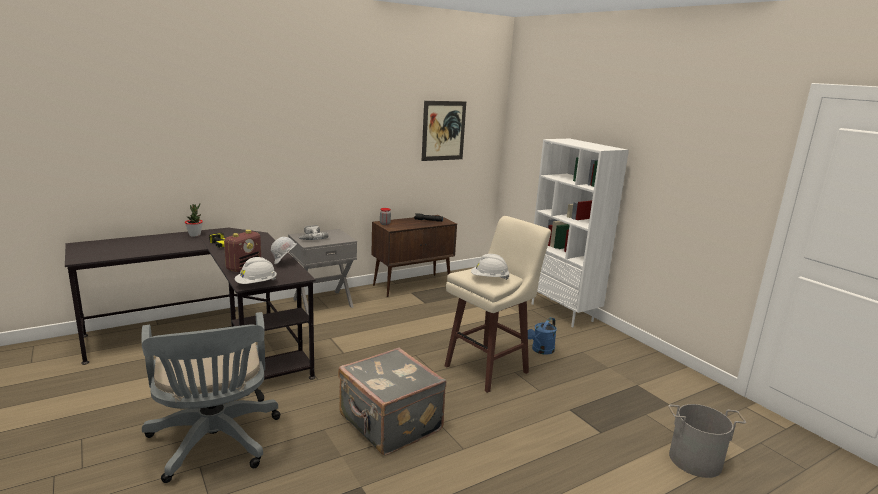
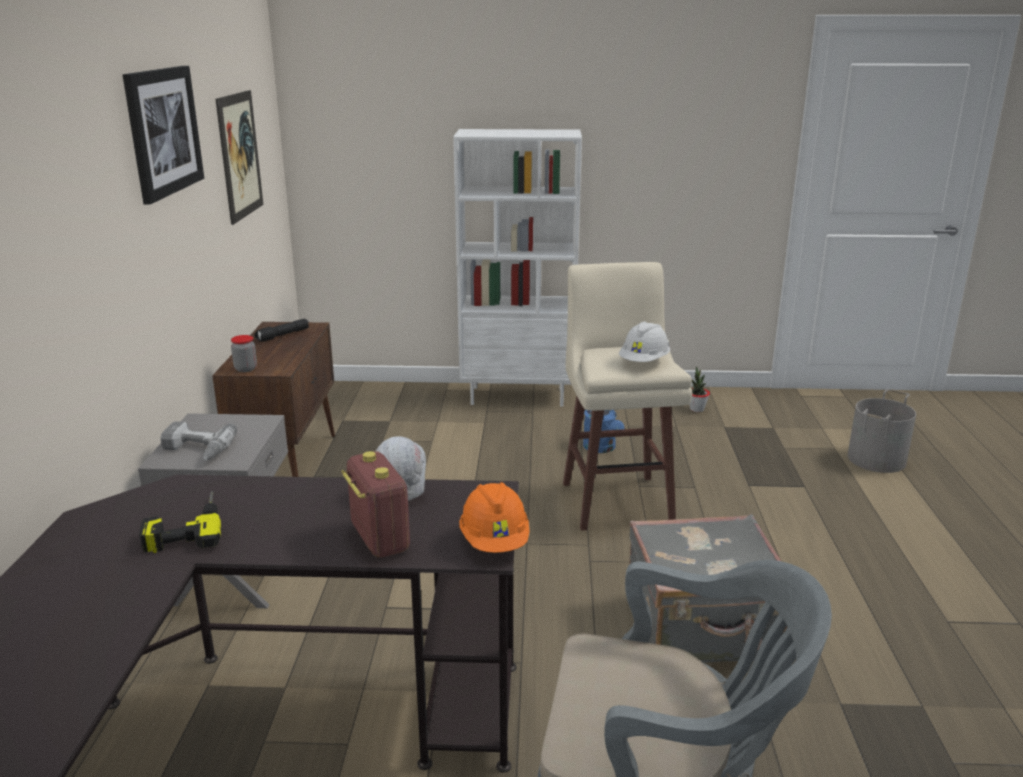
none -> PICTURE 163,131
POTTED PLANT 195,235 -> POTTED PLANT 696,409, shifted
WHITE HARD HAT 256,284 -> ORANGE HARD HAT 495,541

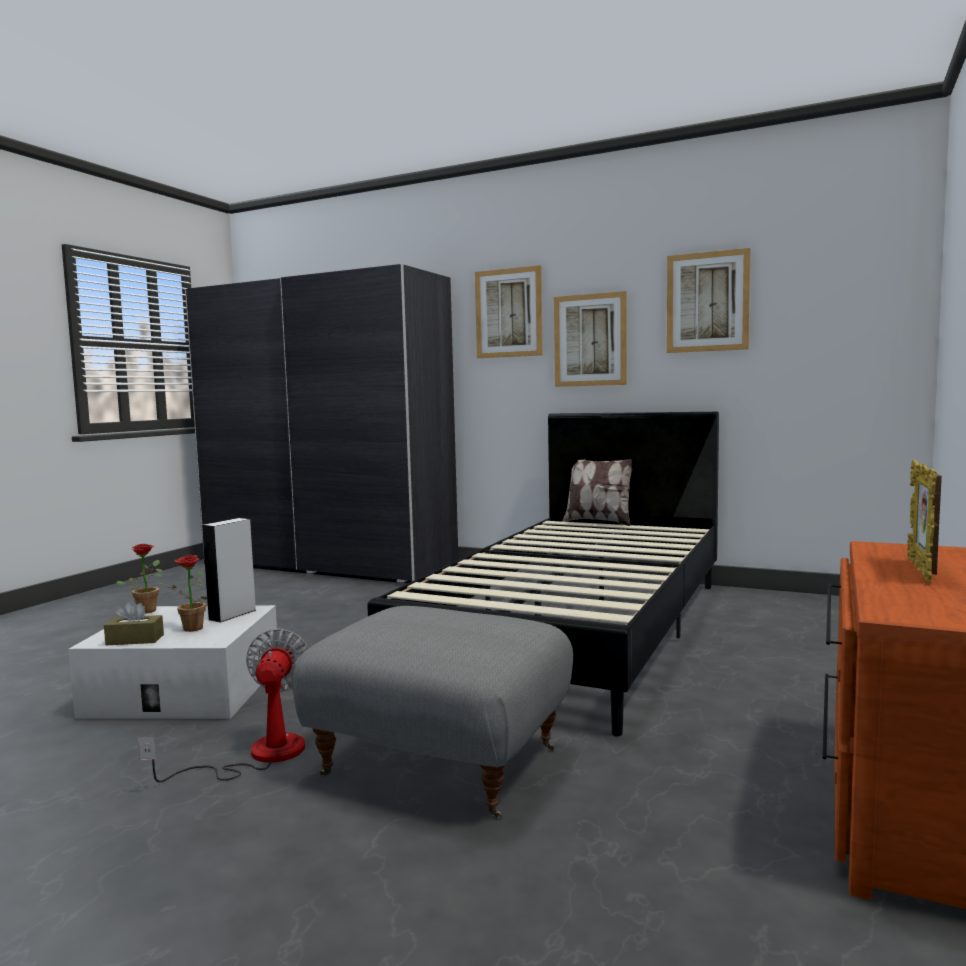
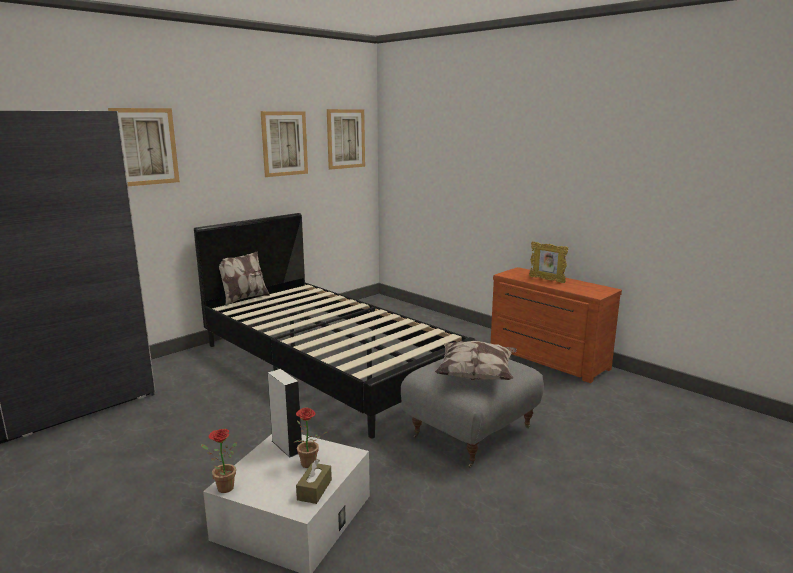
FAN 258,756 -> none
none -> PILLOW 476,376
PICTURE 590,340 -> PICTURE 346,139, shifted

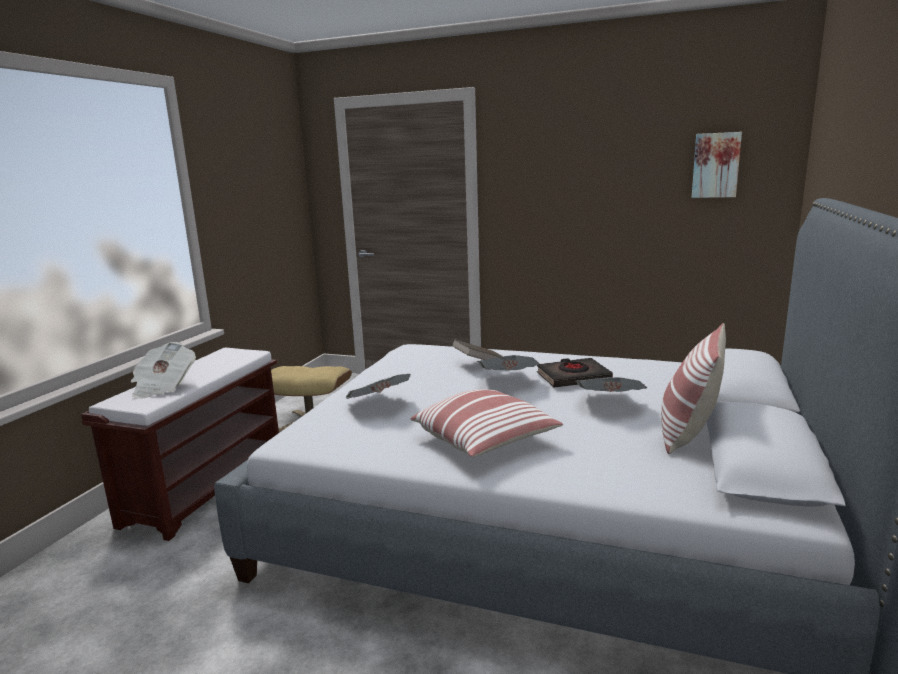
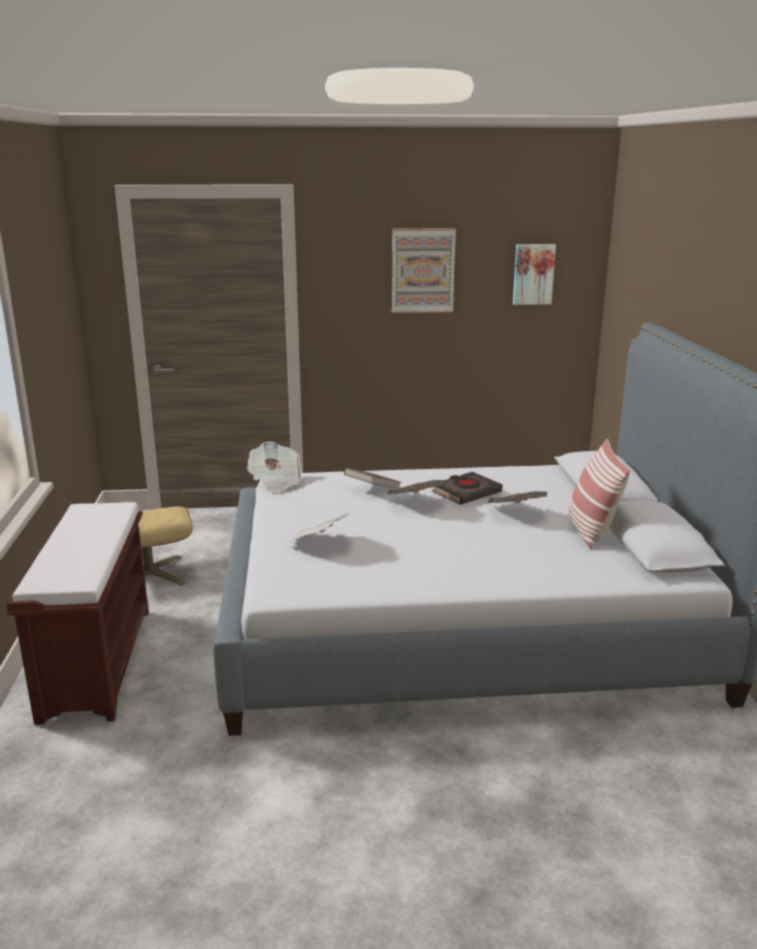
PILLOW 486,441 -> none
none -> PICTURE 423,270
NEWSPAPER 163,387 -> NEWSPAPER 275,481, shifted

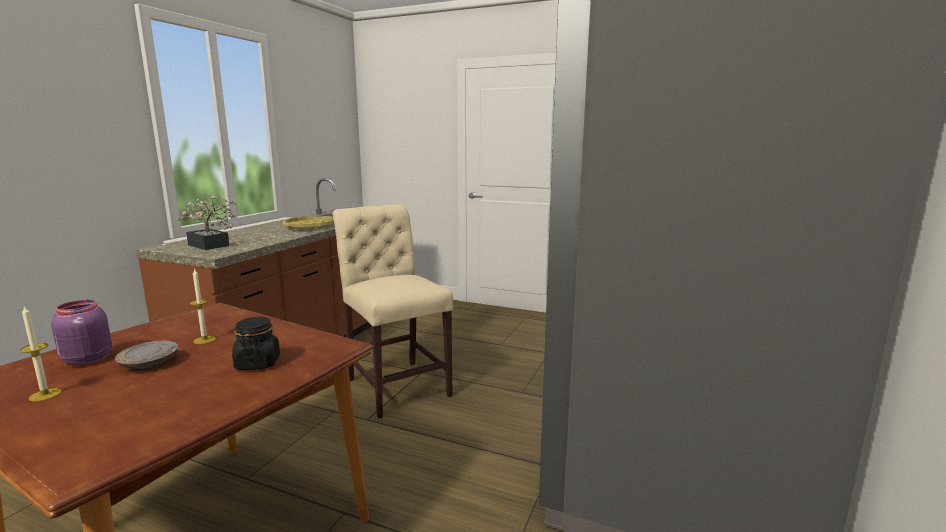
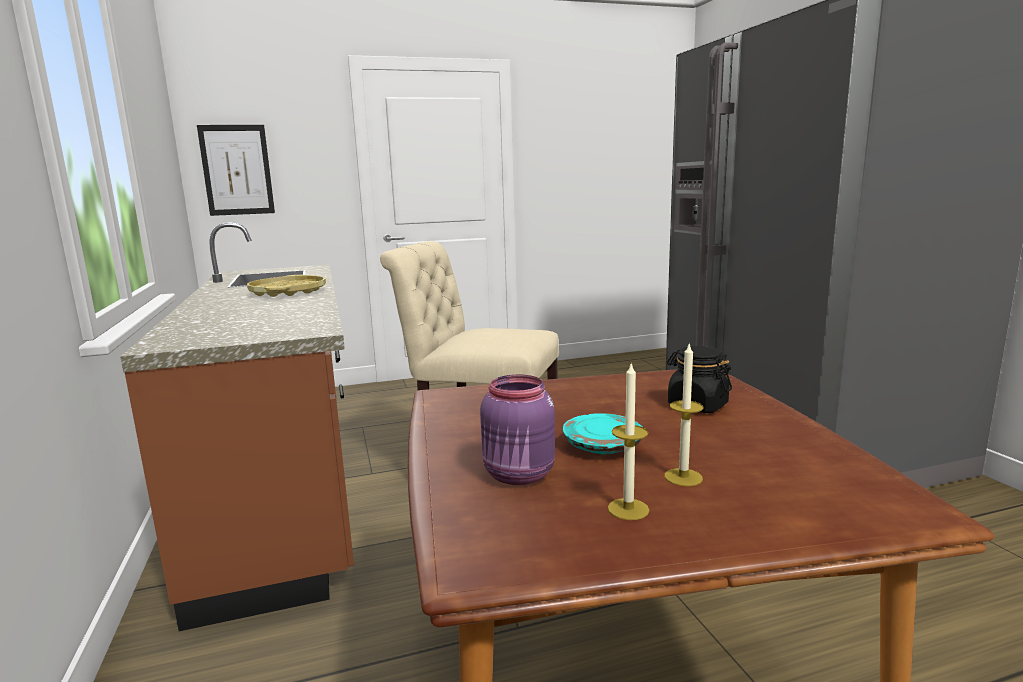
POTTED PLANT 210,246 -> none
none -> PICTURE 237,170
CANDLE 204,340 -> CANDLE 683,477, shifted
GREY PLATE 149,363 -> TURQUOISE PLATE 603,446

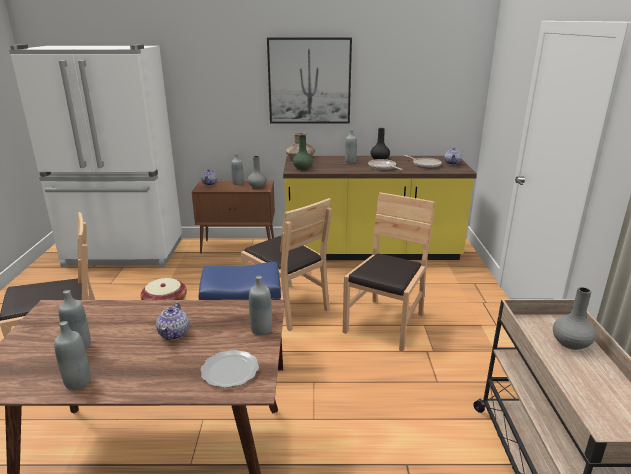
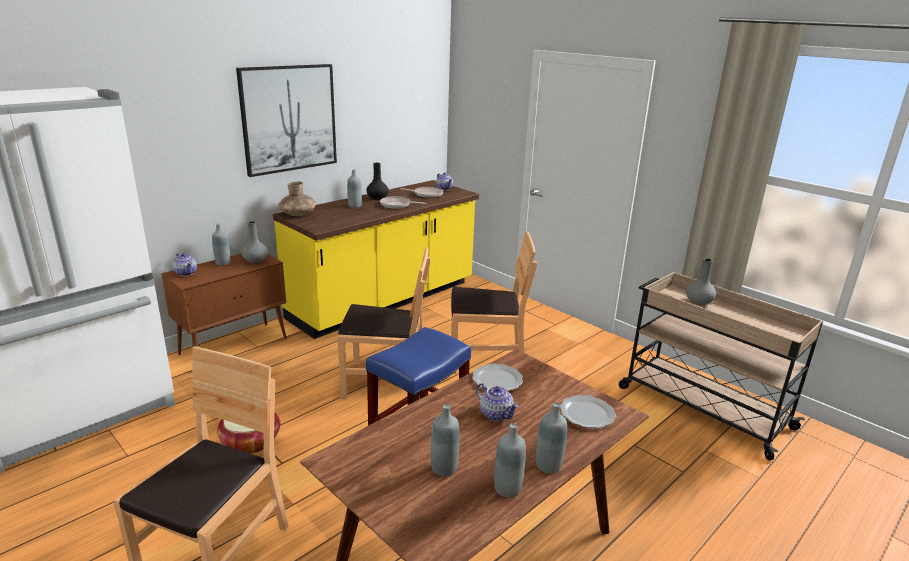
GREEN VASE 302,168 -> none
none -> PLATE 496,379
GREY BOTTLE 261,330 -> GREY BOTTLE 548,465, shifted
BROWN CHAIR 385,323 -> BROWN CHAIR 486,358, 105 degrees clockwise

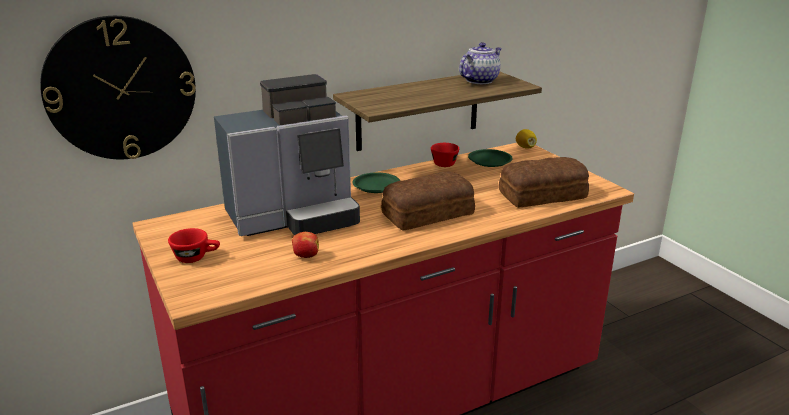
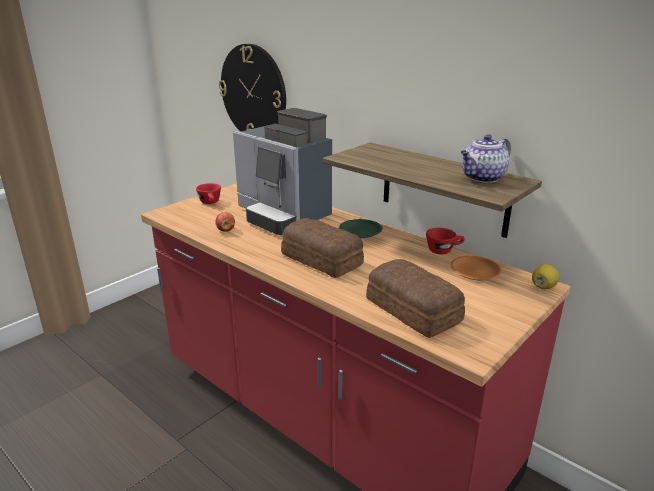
GREEN PLATE 490,161 -> ORANGE PLATE 475,271
TEAPOT 479,80 -> TEAPOT 482,178, 120 degrees clockwise

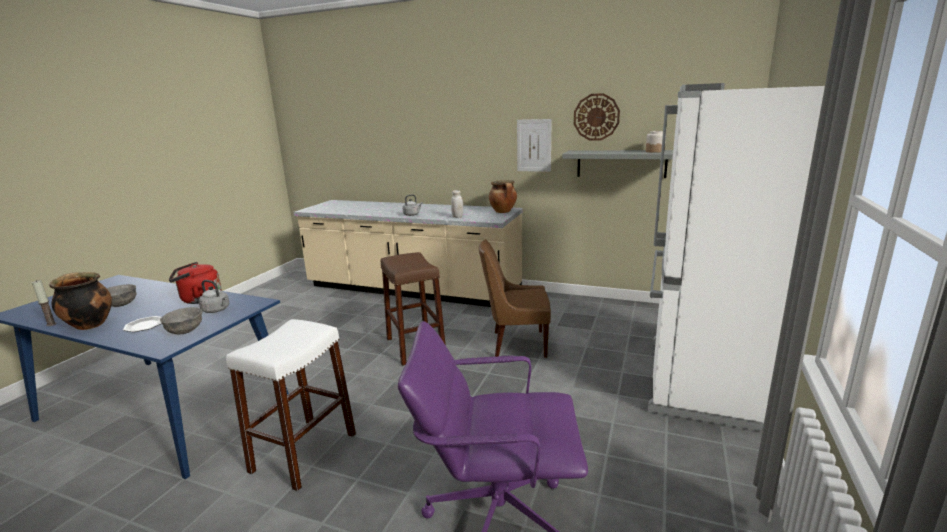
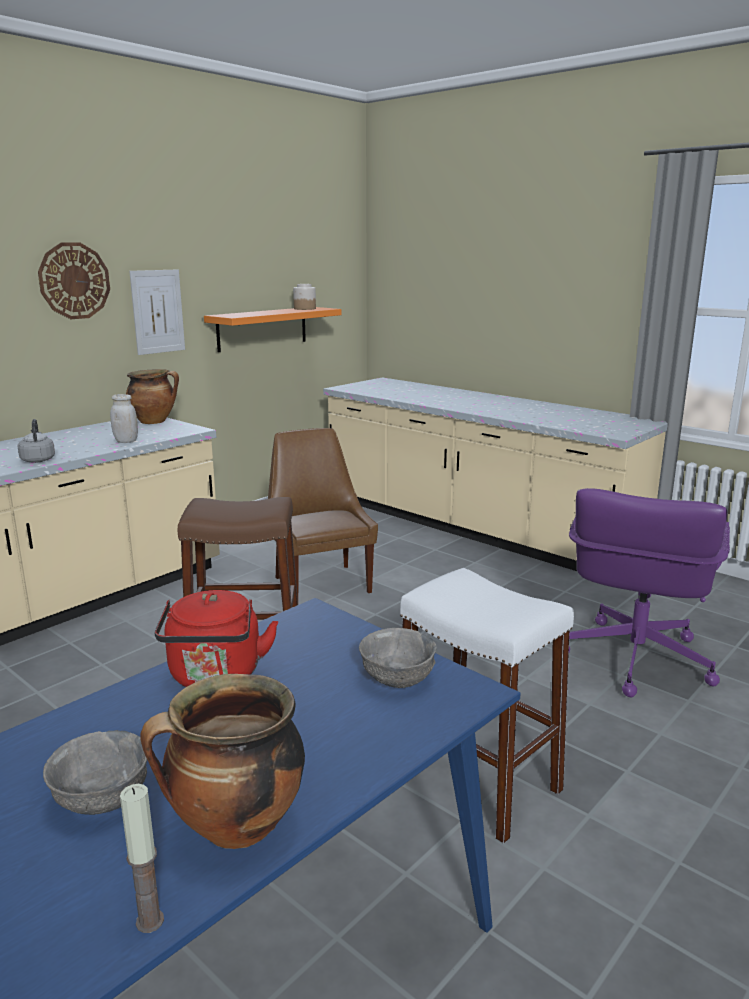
PLATE 145,325 -> none
GREY KETTLE 217,310 -> none
WALL CLOCK 596,117 -> WALL CLOCK 74,281, shifted
WHITE FRIDGE 696,380 -> BEIGE COUNTER 475,528
GREY SHELF 621,163 -> ORANGE SHELF 262,328
BROWN CHAIR 516,344 -> BROWN CHAIR 321,583, 135 degrees clockwise

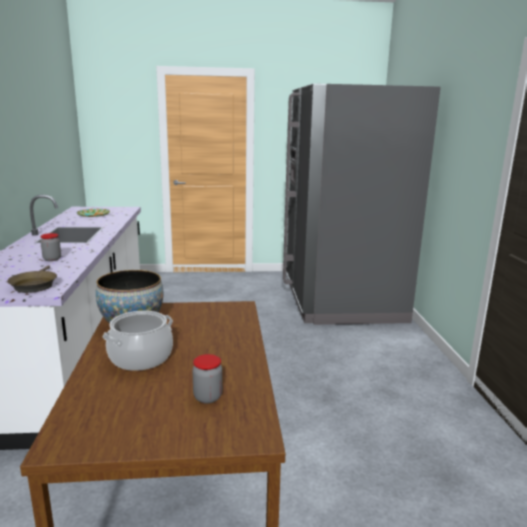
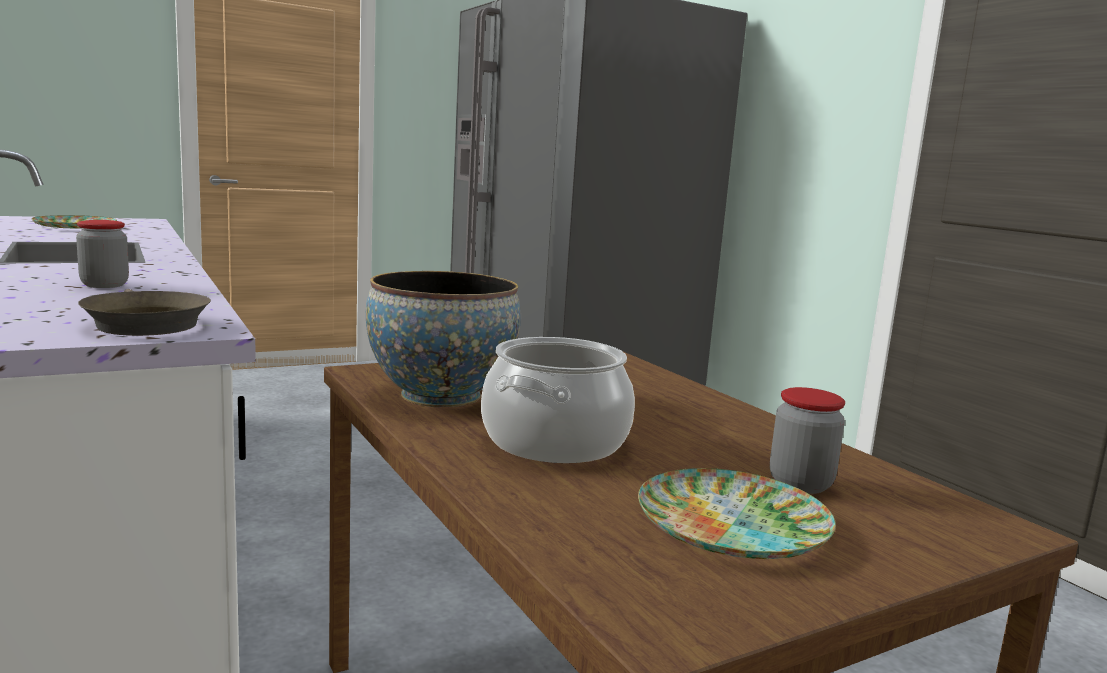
none -> PLATE 733,524

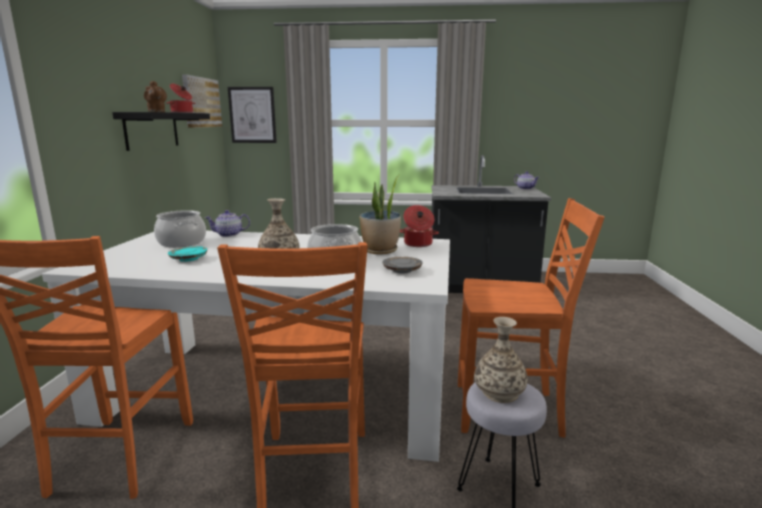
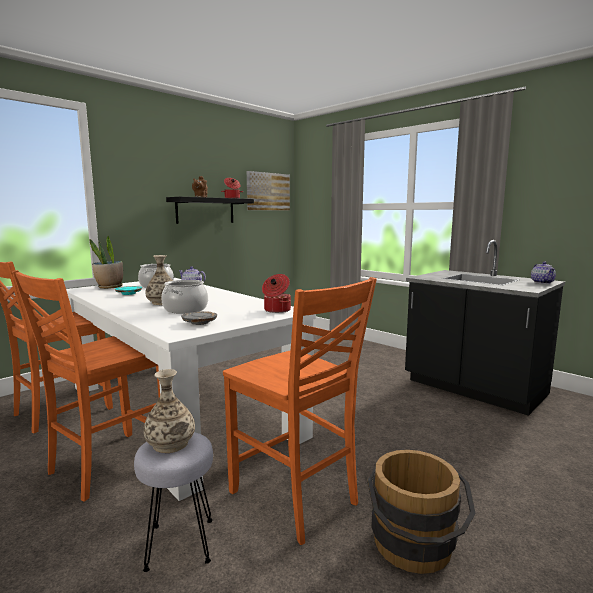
PICTURE 252,115 -> none
none -> BROWN BUCKET 414,549
POTTED PLANT 380,250 -> POTTED PLANT 109,287, shifted

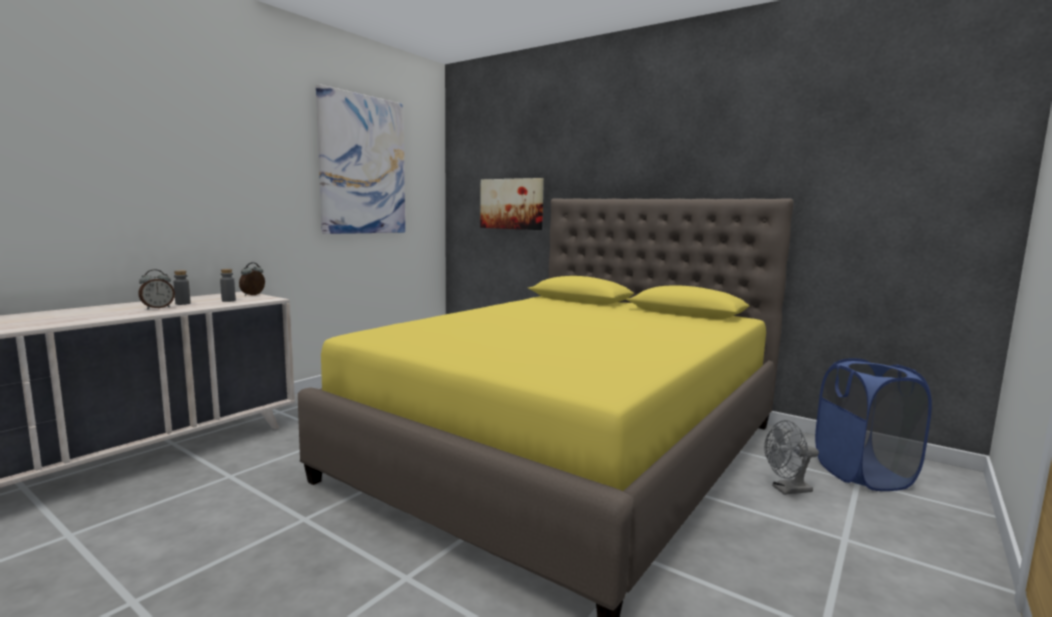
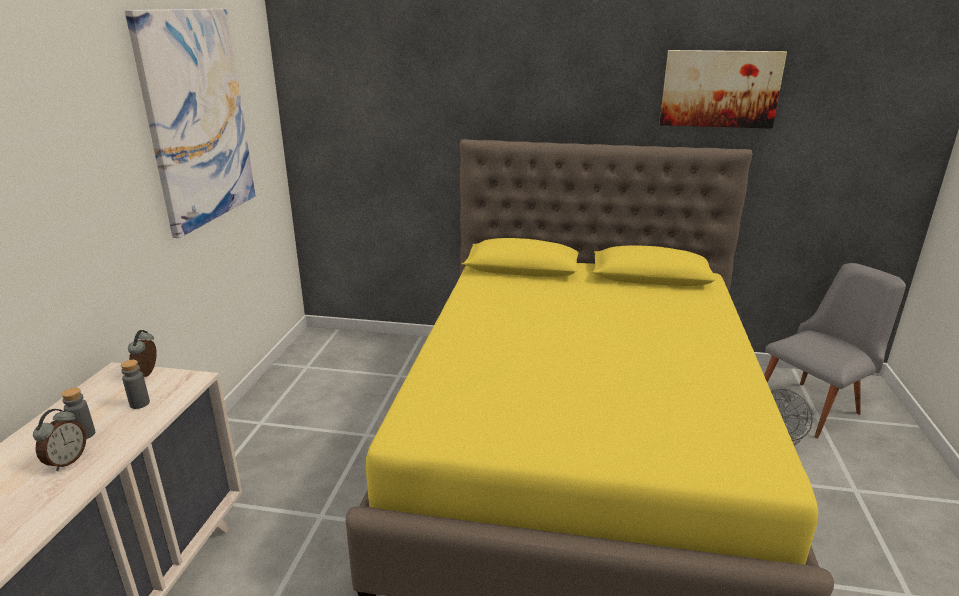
PICTURE 512,204 -> PICTURE 720,89, shifted
BLUE LAUNDRY BASKET 863,474 -> GREY CHAIR 815,406

